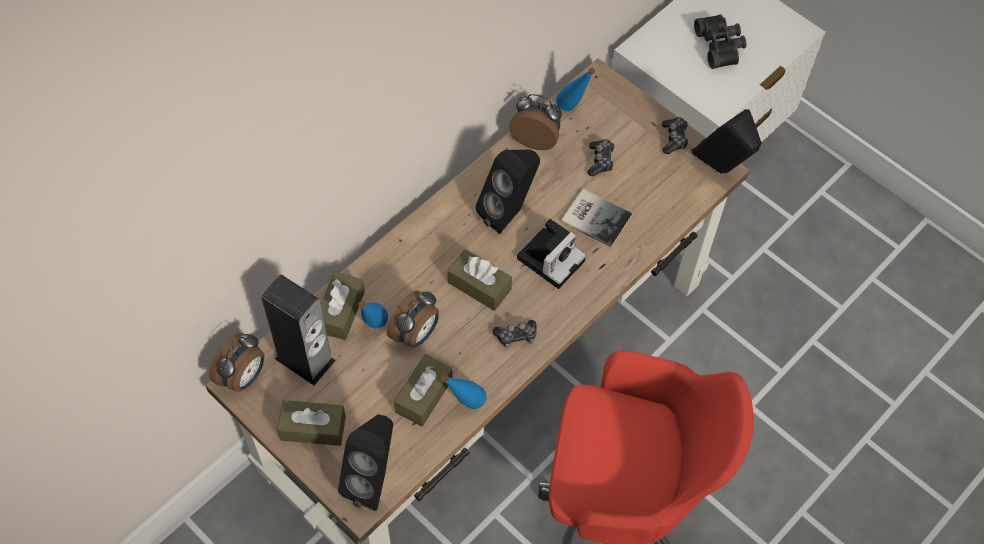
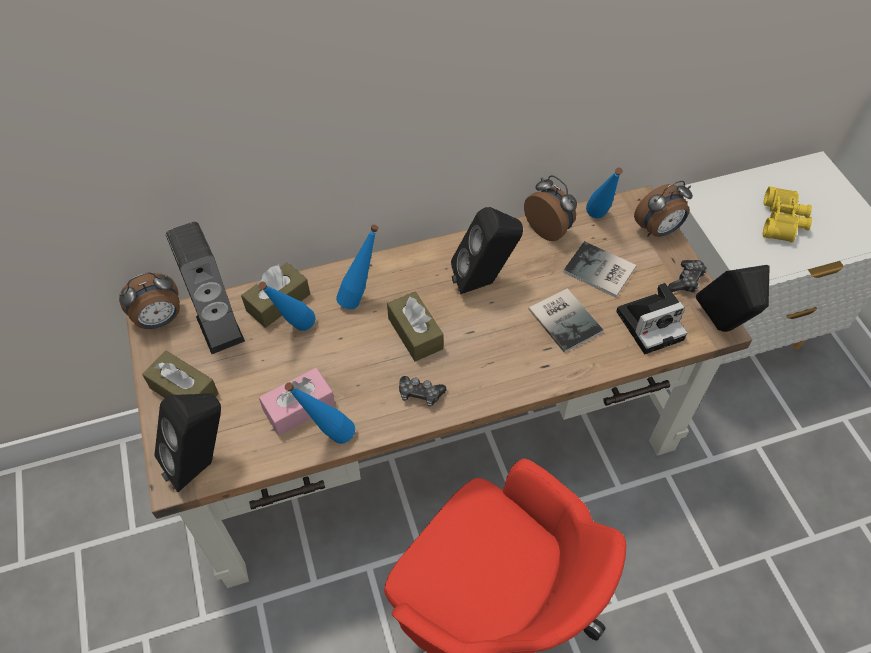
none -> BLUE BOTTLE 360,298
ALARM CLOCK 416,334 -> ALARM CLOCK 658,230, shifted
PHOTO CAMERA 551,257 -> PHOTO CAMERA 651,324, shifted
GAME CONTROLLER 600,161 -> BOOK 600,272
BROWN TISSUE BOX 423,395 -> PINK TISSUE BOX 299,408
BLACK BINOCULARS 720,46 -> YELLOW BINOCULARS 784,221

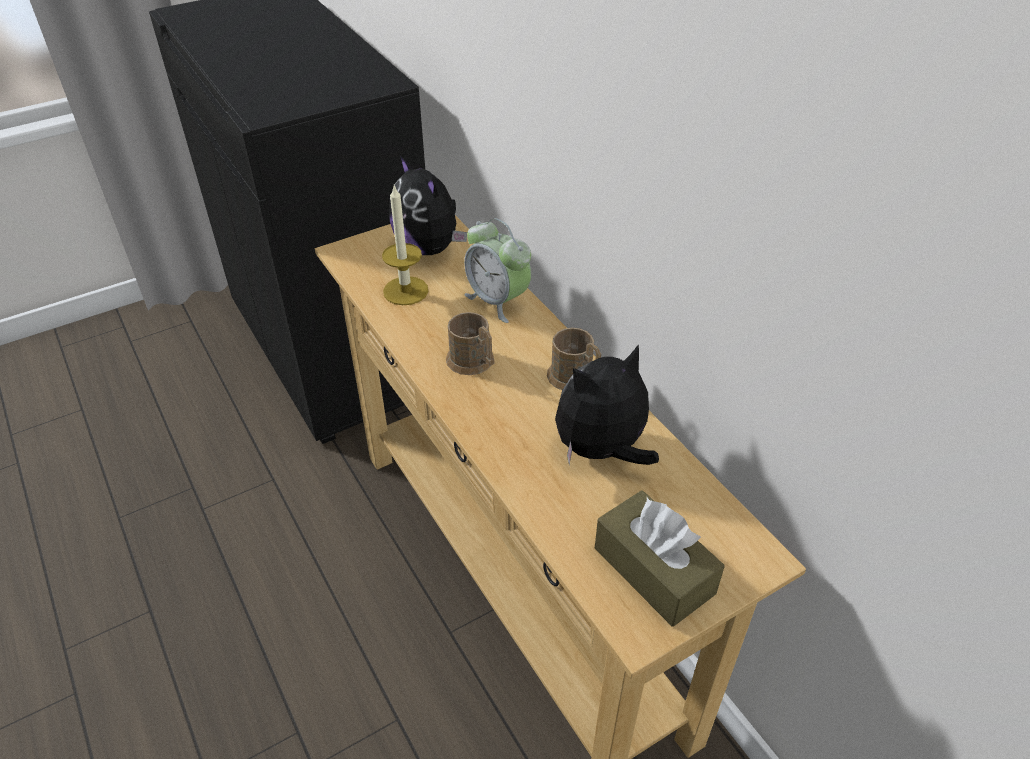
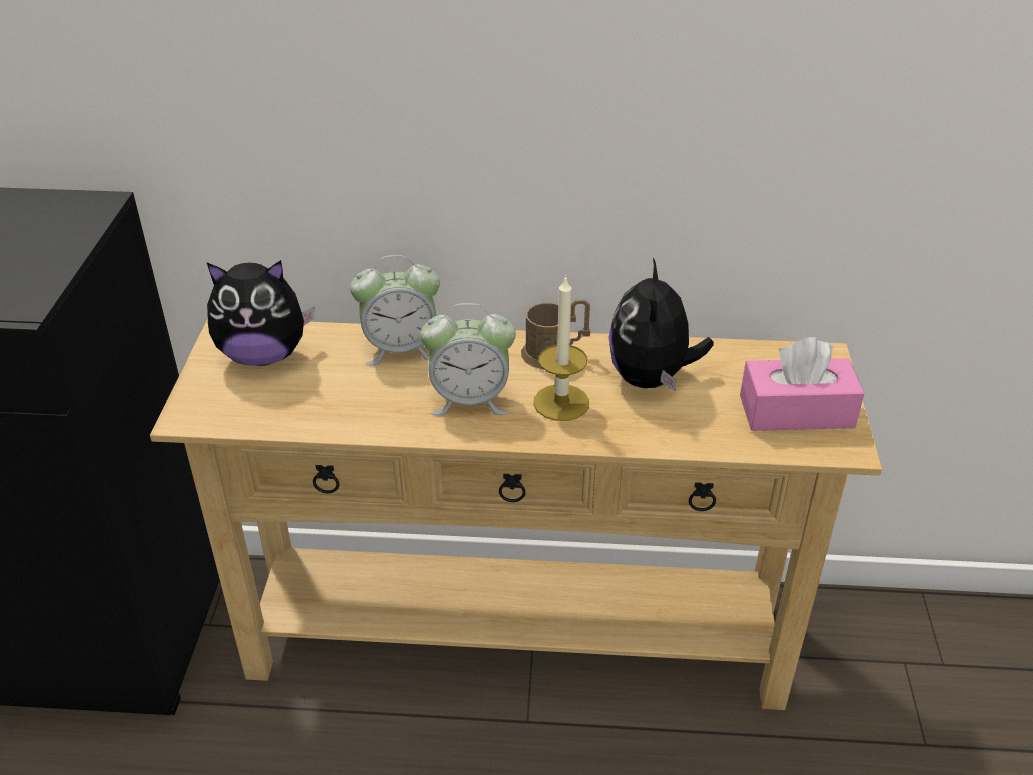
CANDLE 405,291 -> CANDLE 561,402, shifted
BROWN MUG 474,363 -> ALARM CLOCK 470,400
BROWN TISSUE BOX 653,570 -> PINK TISSUE BOX 796,411

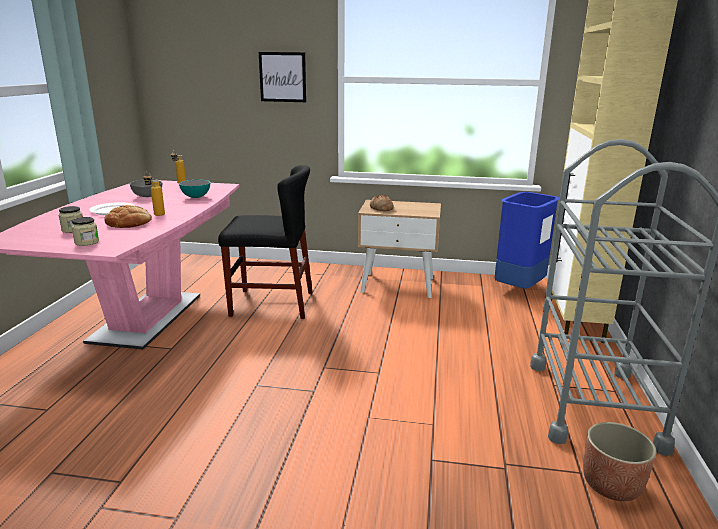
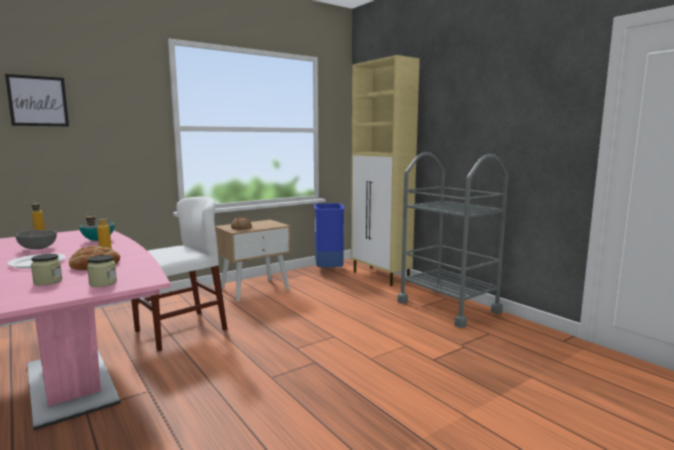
PLANTER 611,485 -> none
PICTURE 282,77 -> PICTURE 38,101, shifted
BLACK CHAIR 272,304 -> WHITE CHAIR 180,330

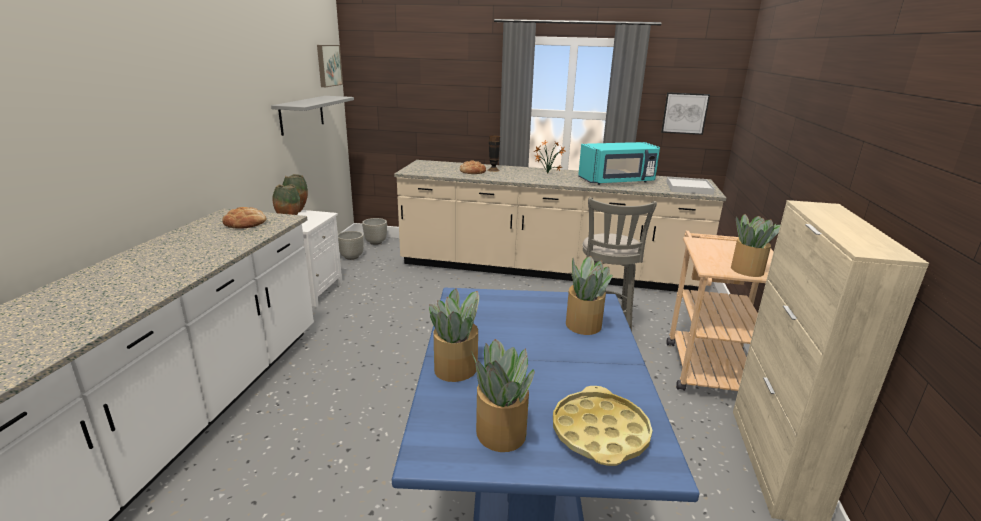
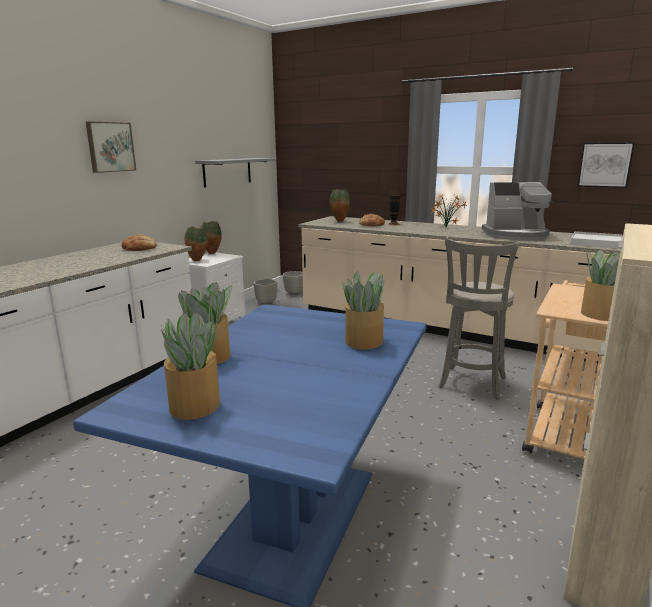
YELLOW TRAY 599,432 -> none
none -> VASE 339,221
PICTURE 328,65 -> PICTURE 110,147, shifted
TURQUOISE MICROWAVE 617,181 -> COFFEE MACHINE 516,235

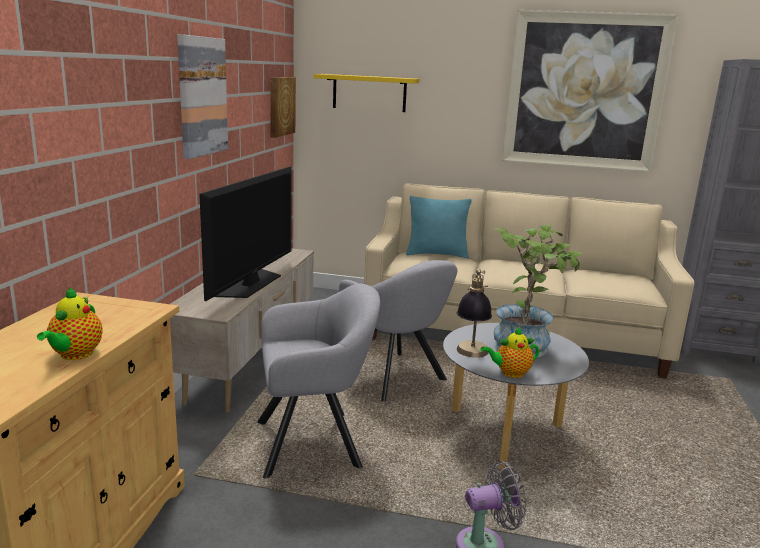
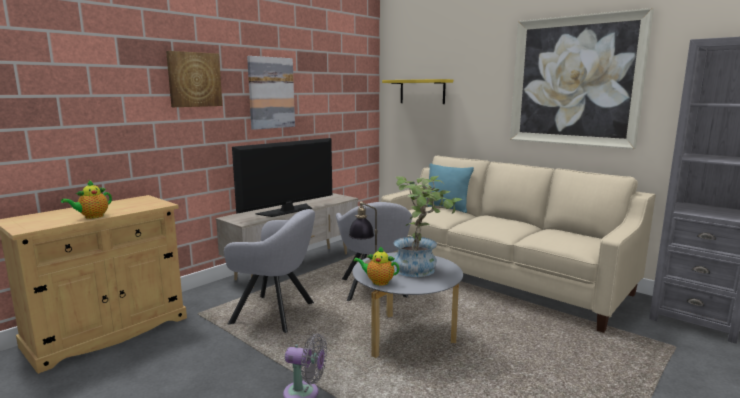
PICTURE 280,106 -> PICTURE 194,79, shifted

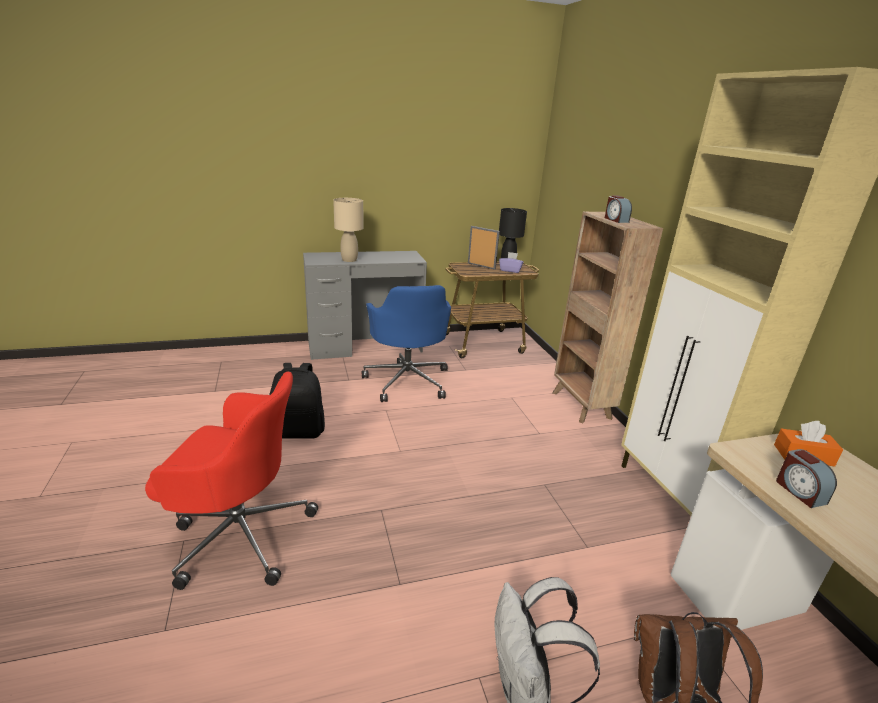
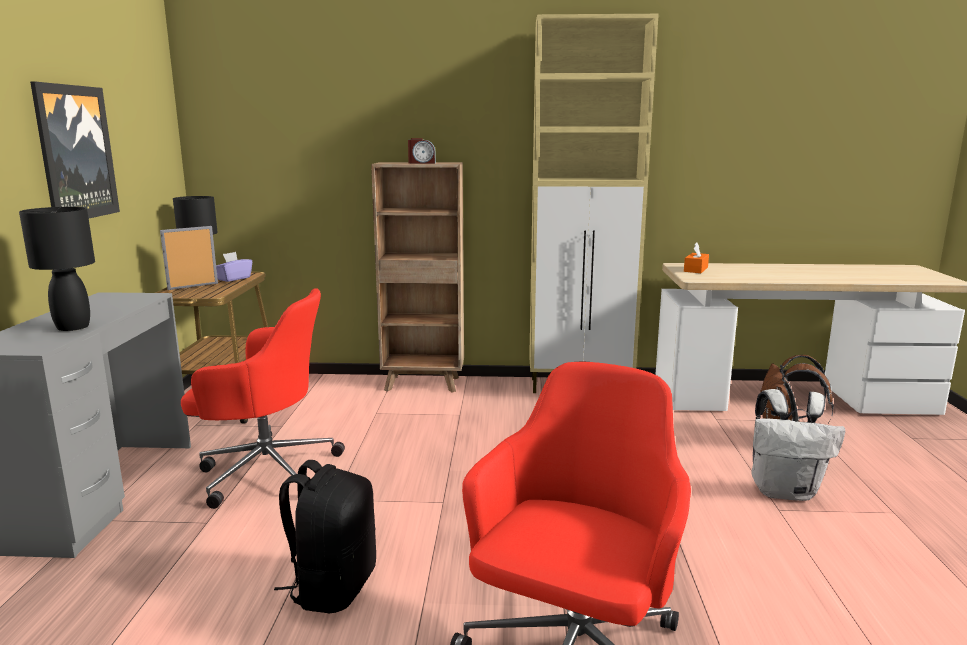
ALARM CLOCK 799,491 -> none
none -> PICTURE 75,153
BEIGE TABLE LAMP 349,260 -> BLACK TABLE LAMP 72,327
BLUE OFFICE CHAIR 407,380 -> RED OFFICE CHAIR 266,471

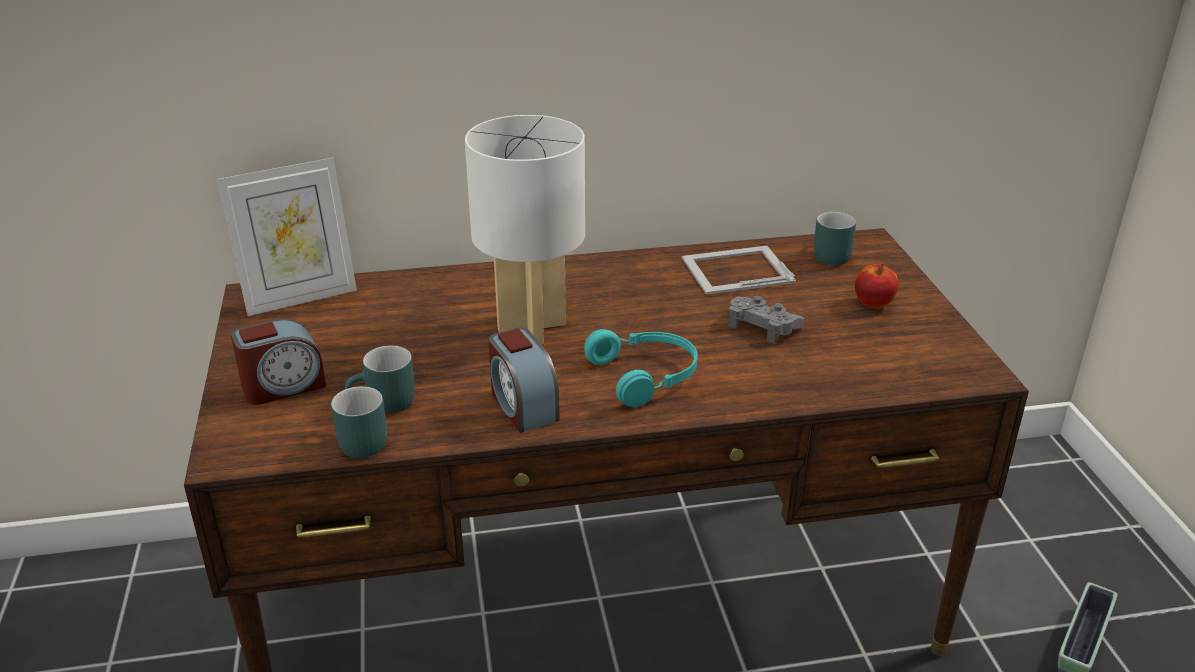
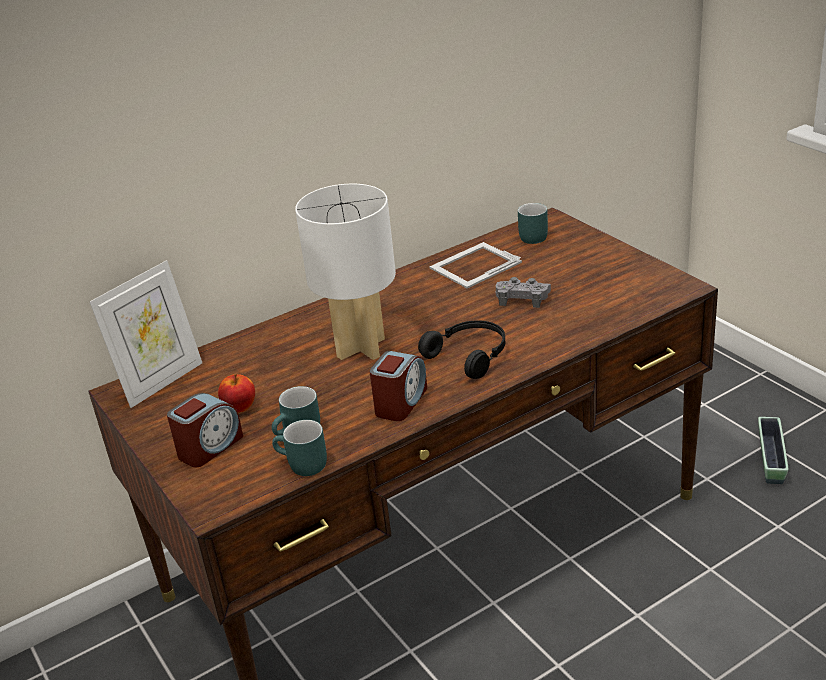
APPLE 873,303 -> APPLE 239,407, shifted
TURQUOISE HEADPHONES 646,375 -> BLACK HEADPHONES 470,355
ALARM CLOCK 523,406 -> ALARM CLOCK 400,402, 105 degrees counterclockwise

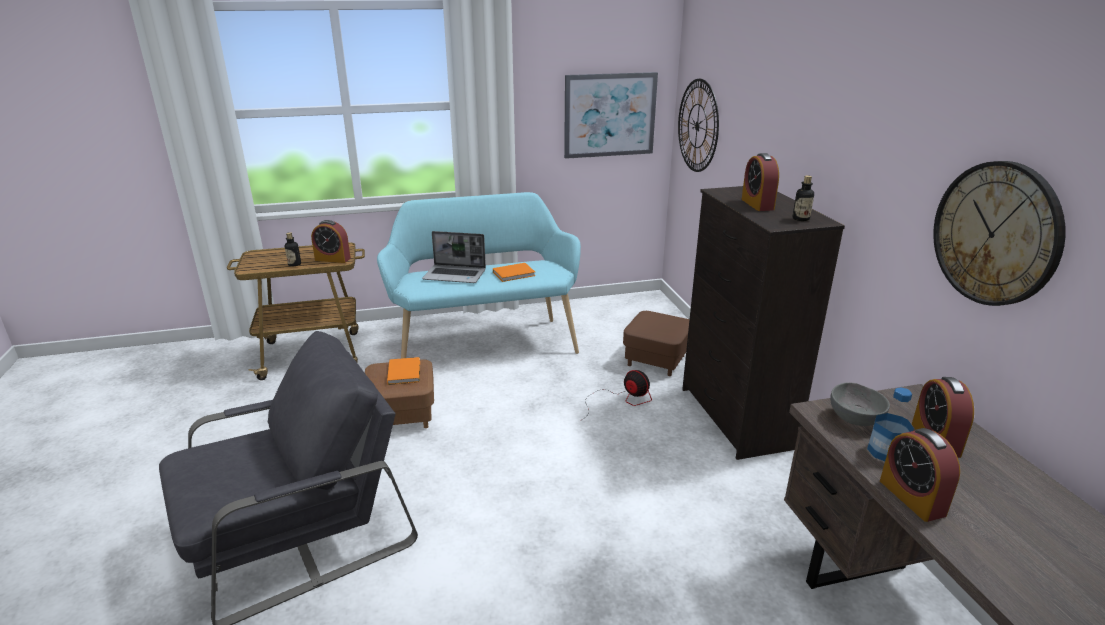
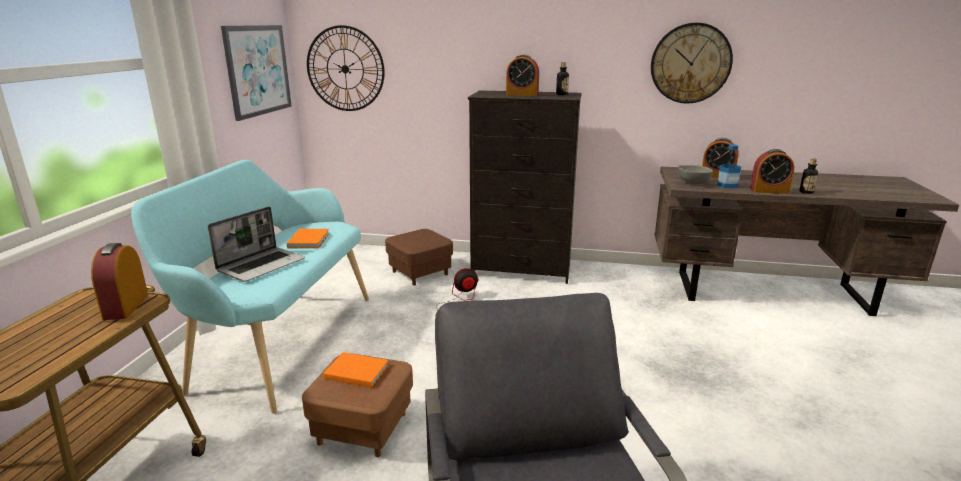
BOTTLE 294,264 -> BOTTLE 806,192, shifted
ALARM CLOCK 332,259 -> ALARM CLOCK 126,306, 135 degrees clockwise

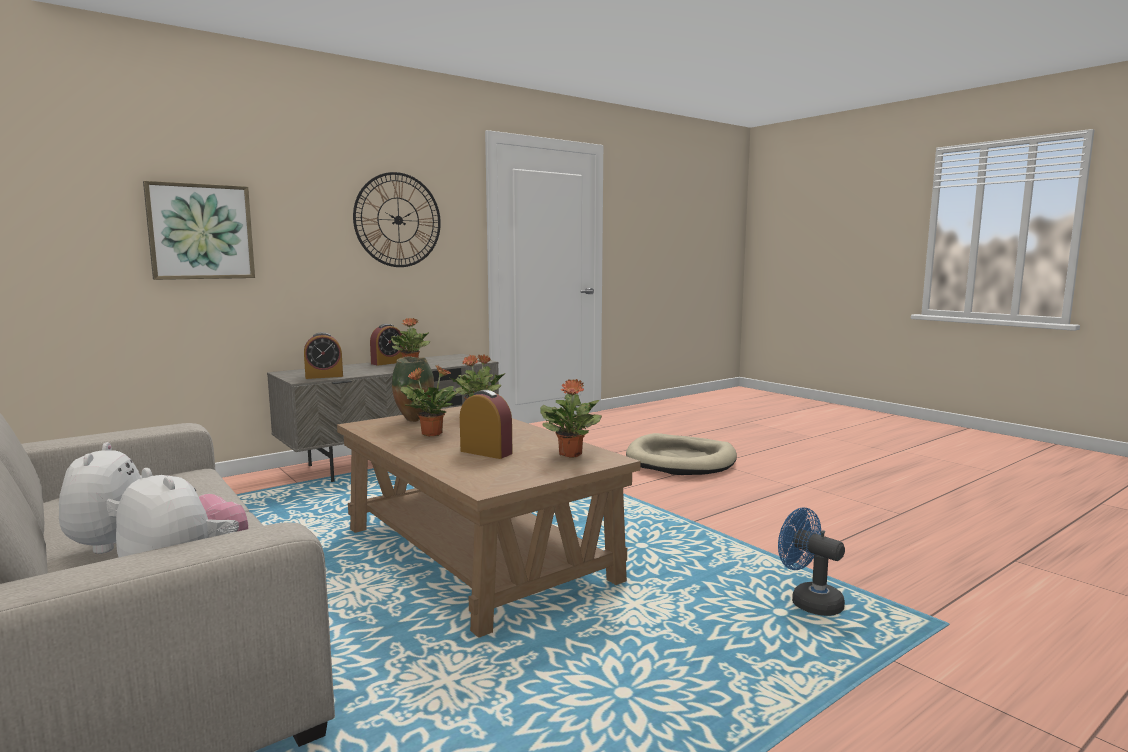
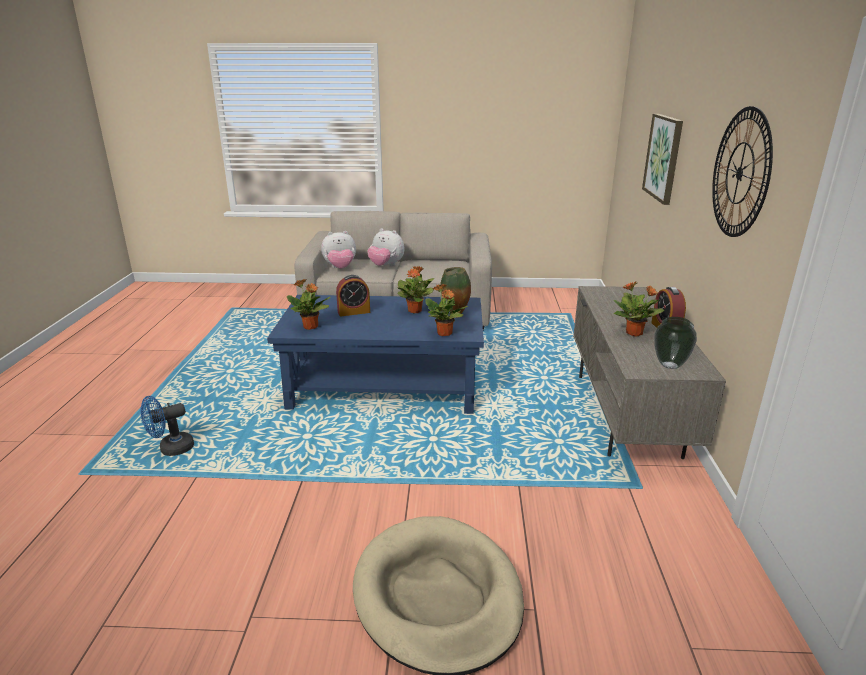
ALARM CLOCK 324,376 -> none
none -> VASE 670,365
BROWN COFFEE TABLE 475,554 -> BLUE COFFEE TABLE 385,385
BLUE FAN 809,601 -> BLUE FAN 171,449, 150 degrees clockwise

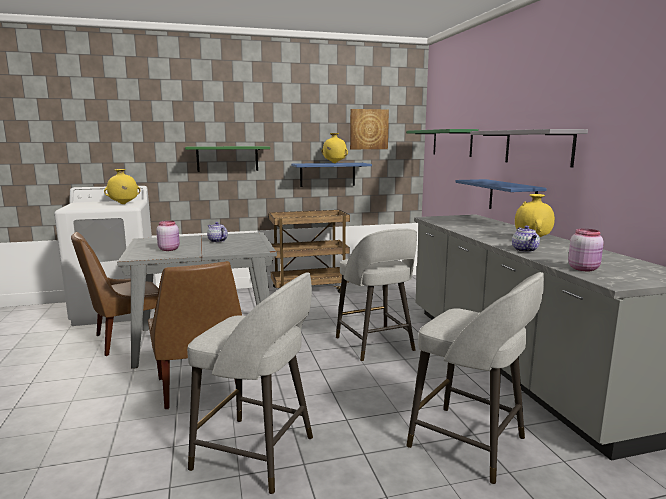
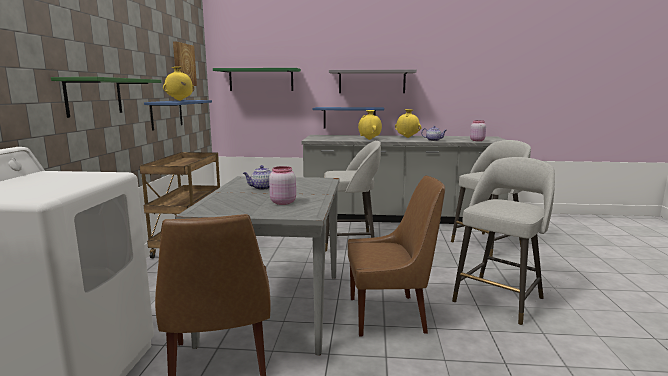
YELLOW VASE 123,204 -> YELLOW VASE 369,139, shifted

